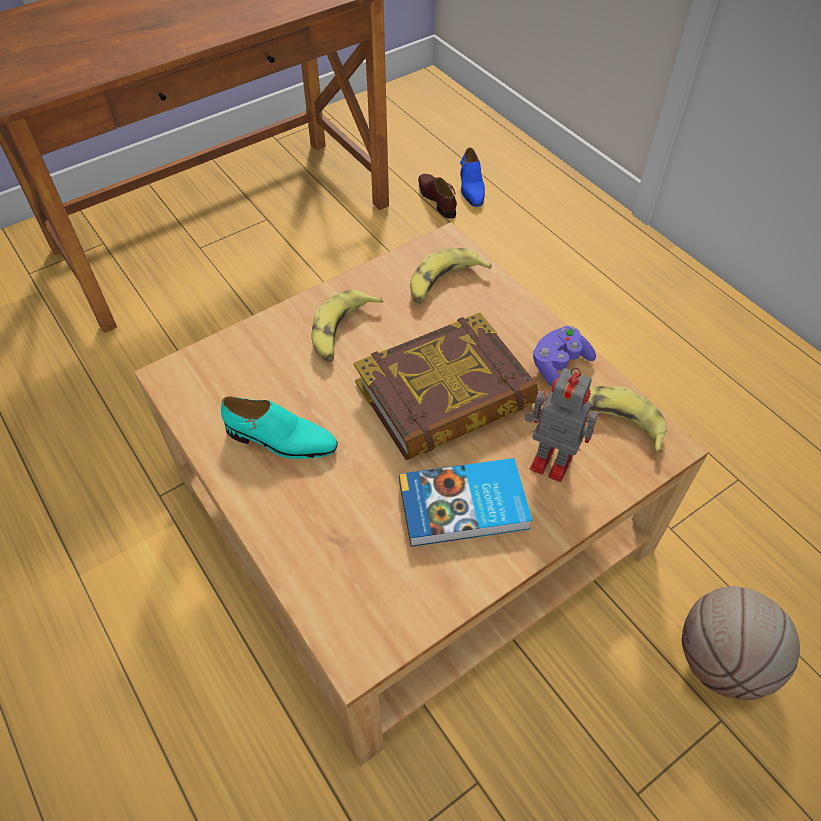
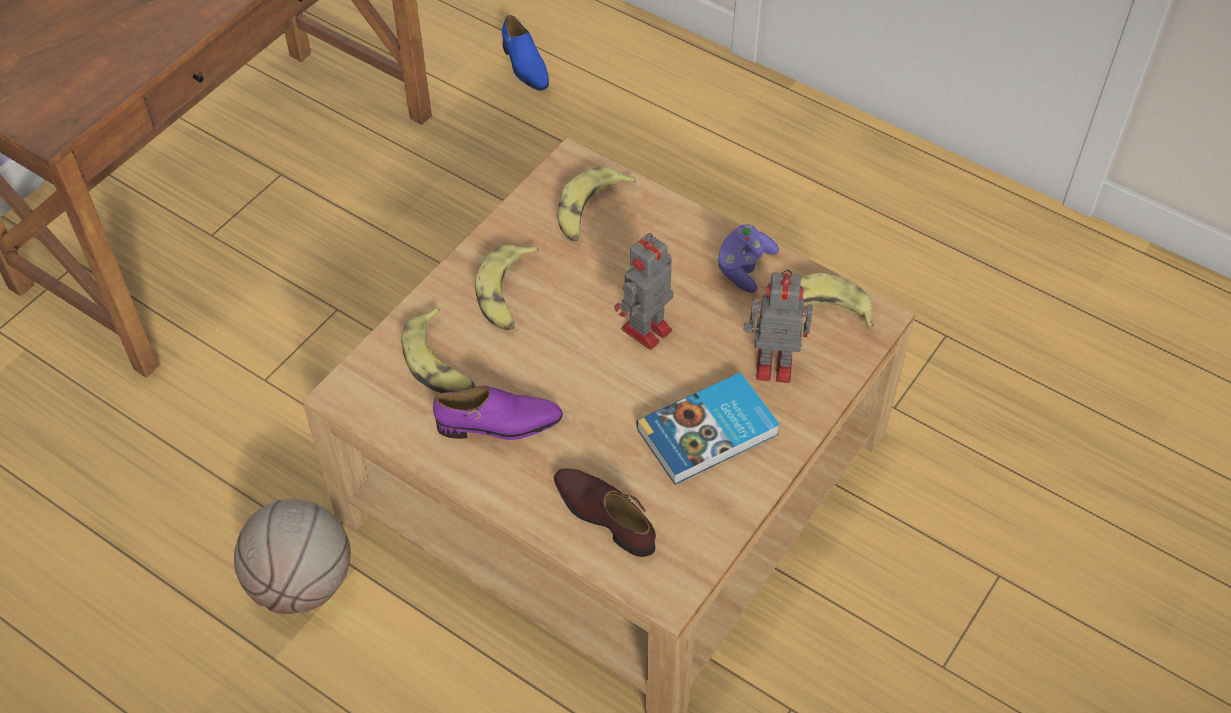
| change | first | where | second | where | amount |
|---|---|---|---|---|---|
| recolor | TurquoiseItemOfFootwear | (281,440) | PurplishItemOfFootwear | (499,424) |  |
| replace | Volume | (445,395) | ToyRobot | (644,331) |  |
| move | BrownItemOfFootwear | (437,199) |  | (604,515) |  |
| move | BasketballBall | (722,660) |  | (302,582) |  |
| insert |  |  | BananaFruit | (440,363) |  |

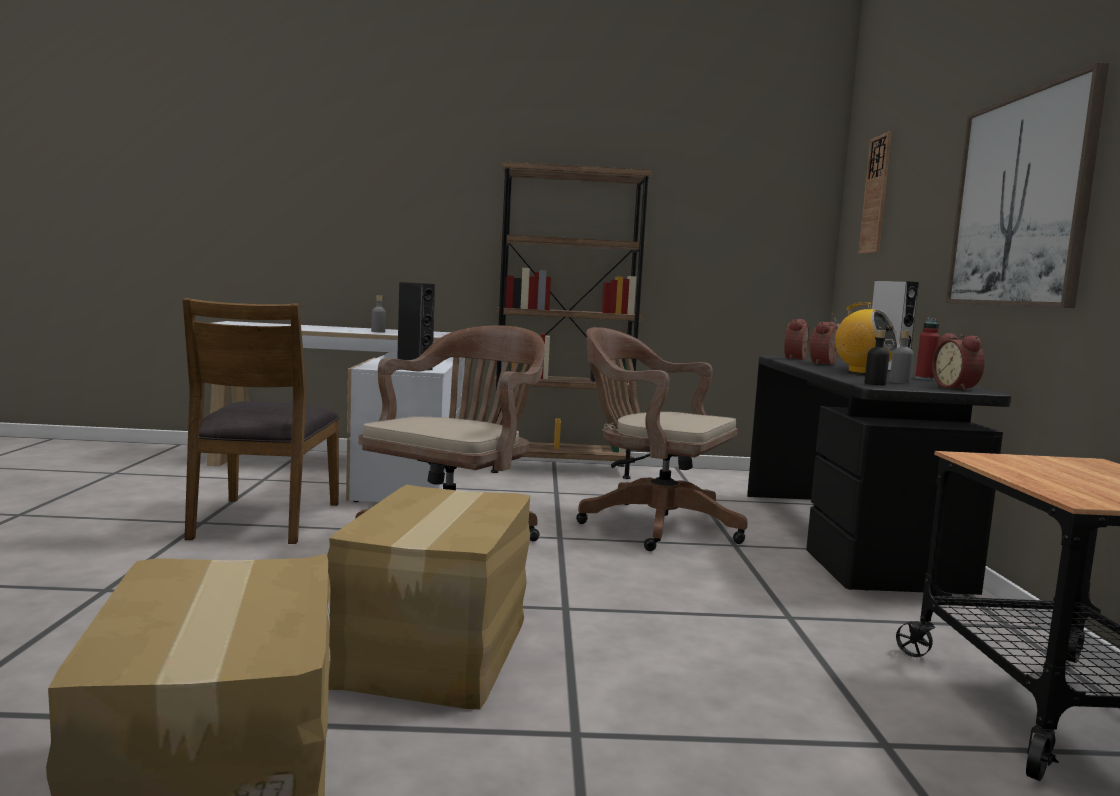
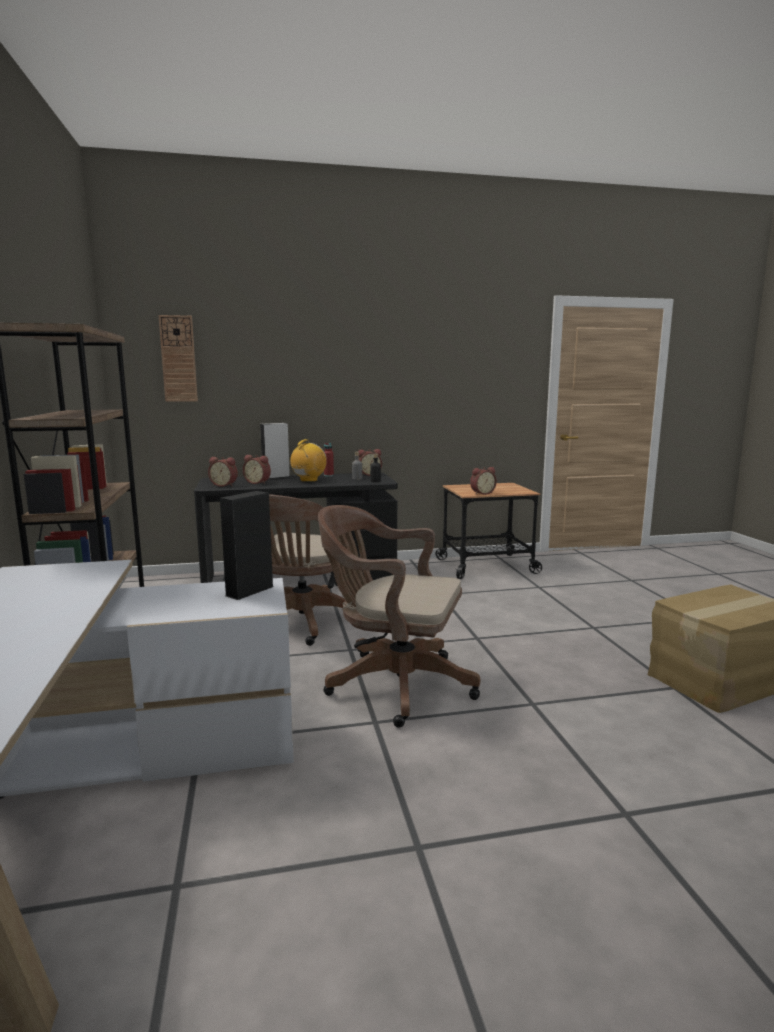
| change | first | where | second | where | amount |
|---|---|---|---|---|---|
| delete | BrownUprightChair | (264,520) |  |  |  |
| delete | Carton | (439,650) |  |  |  |
| delete | GrayDrinkBottle | (378,332) |  |  |  |
| delete | WallPicture | (1020,200) |  |  |  |
| insert |  |  | BedsideClock | (482,493) |  |

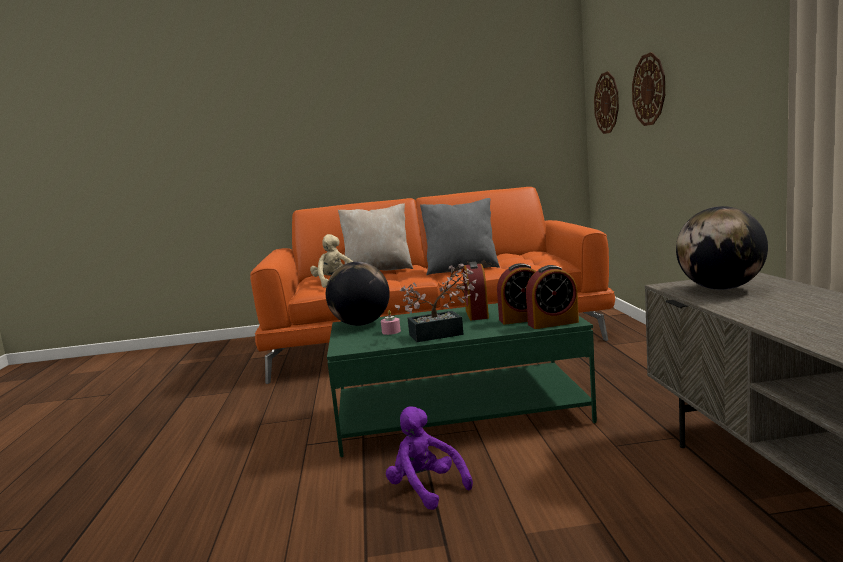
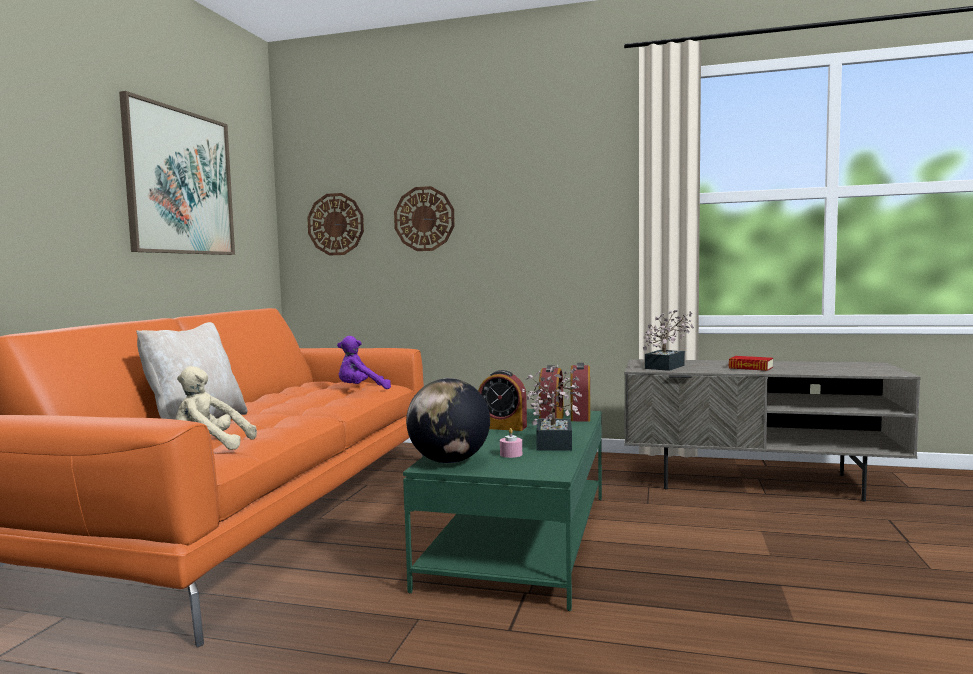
| change | first | where | second | where | amount |
|---|---|---|---|---|---|
| move | PurplishSoftToy | (425,489) |  | (361,390) |  |
| delete | GrayPillow | (461,269) |  |  |  |
| replace | Globe | (720,289) | Houseplant | (667,366) |  |
| insert |  |  | WallPicture | (180,182) |  |
| insert |  |  | Volume | (750,368) |  |

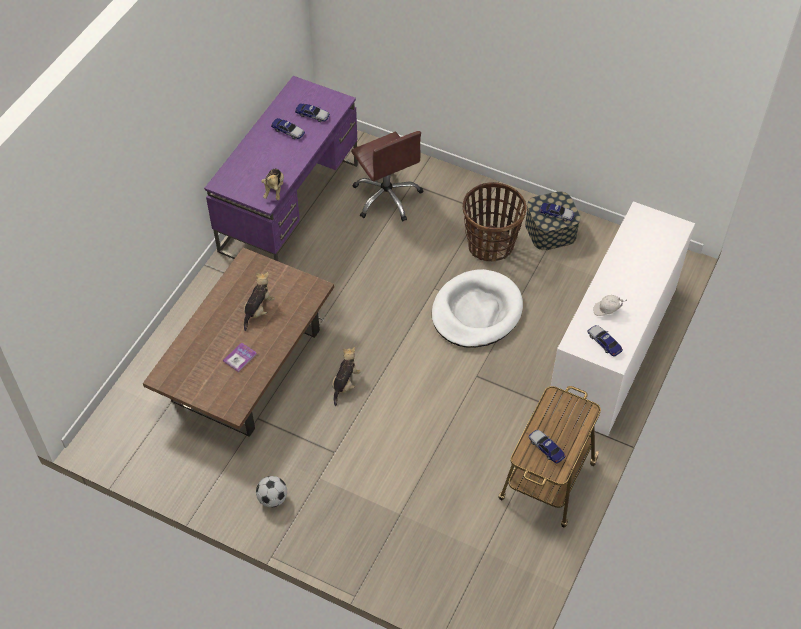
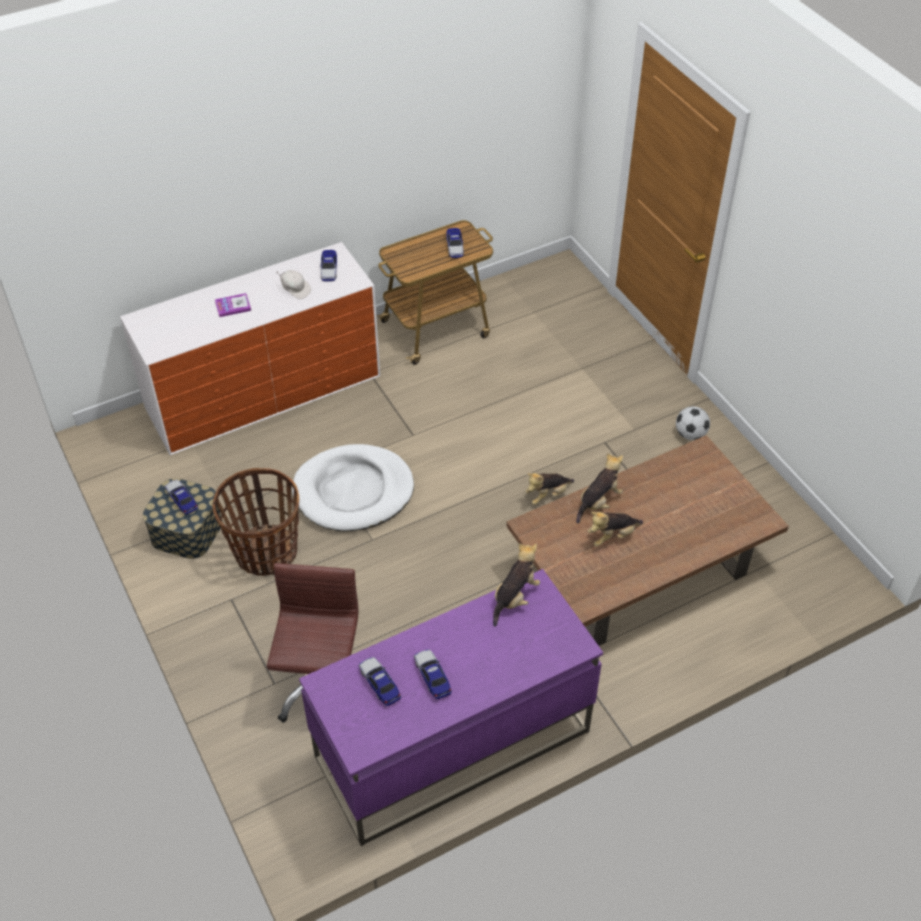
| change | first | where | second | where | amount |
|---|---|---|---|---|---|
| move | Volume | (240,358) |  | (233,306) |  |
| insert |  |  | SoftToy | (598,502) |  |

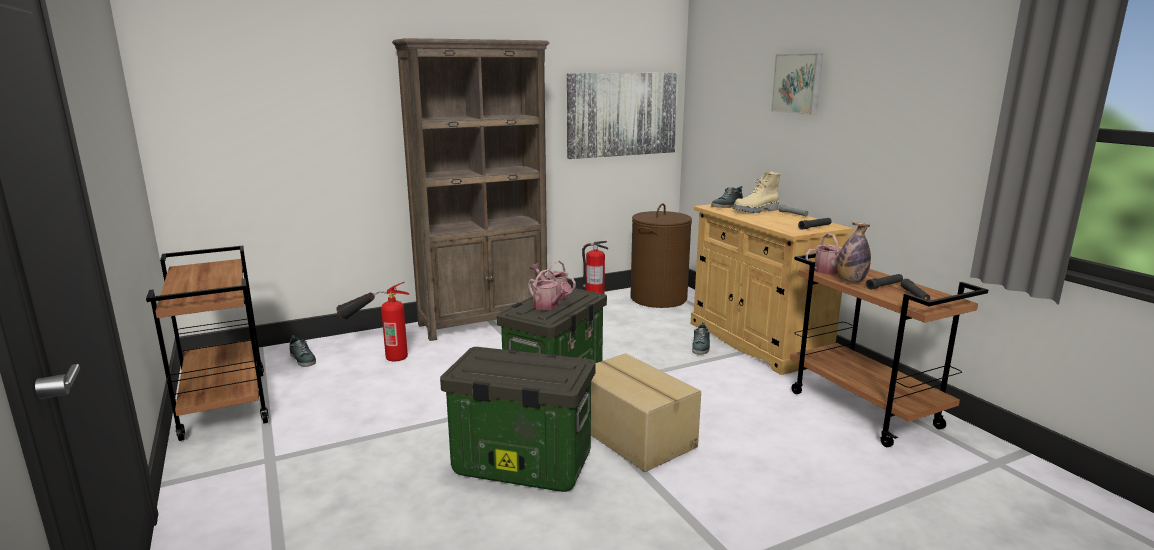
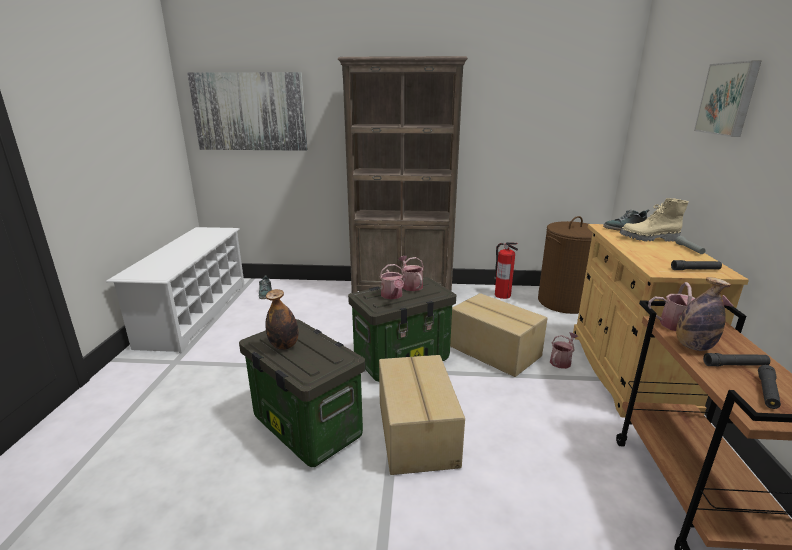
| change | first | where | second | where | amount |
|---|---|---|---|---|---|
| replace | BrownTrolley | (223,404) | WhiteColouredShoeRack | (195,314) |  |
| delete | Extinguisher | (378,355) |  |  |  |
| move | WallPicture | (622,114) |  | (249,112) |  |
| replace | ItemOfFootwear | (701,347) | WateringPot | (561,361) |  |
| insert |  |  | DrinkBottle | (284,346) |  |
| insert |  |  | Carton | (494,351) |  |

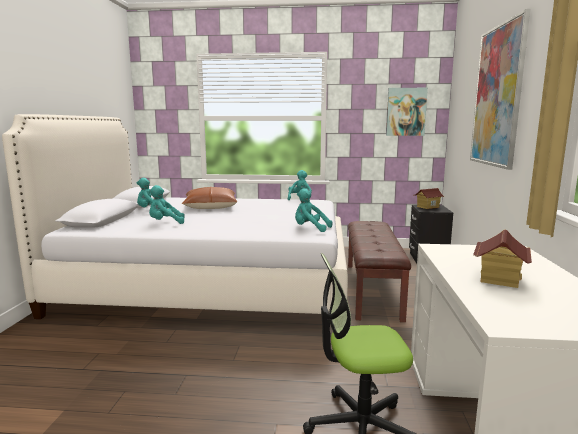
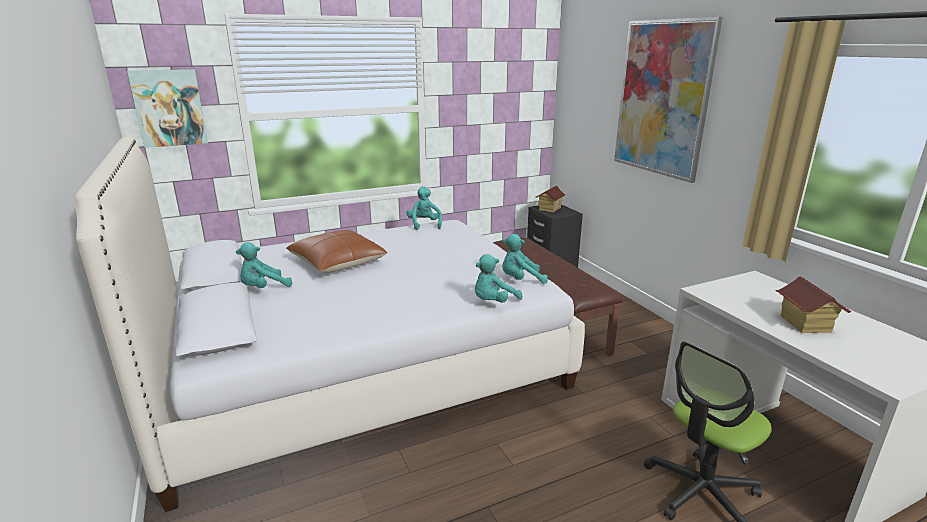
| change | first | where | second | where | amount |
|---|---|---|---|---|---|
| move | TurquoiseSoftToy | (165,223) |  | (493,302) |  |
| move | WallPicture | (406,112) |  | (169,108) |  |

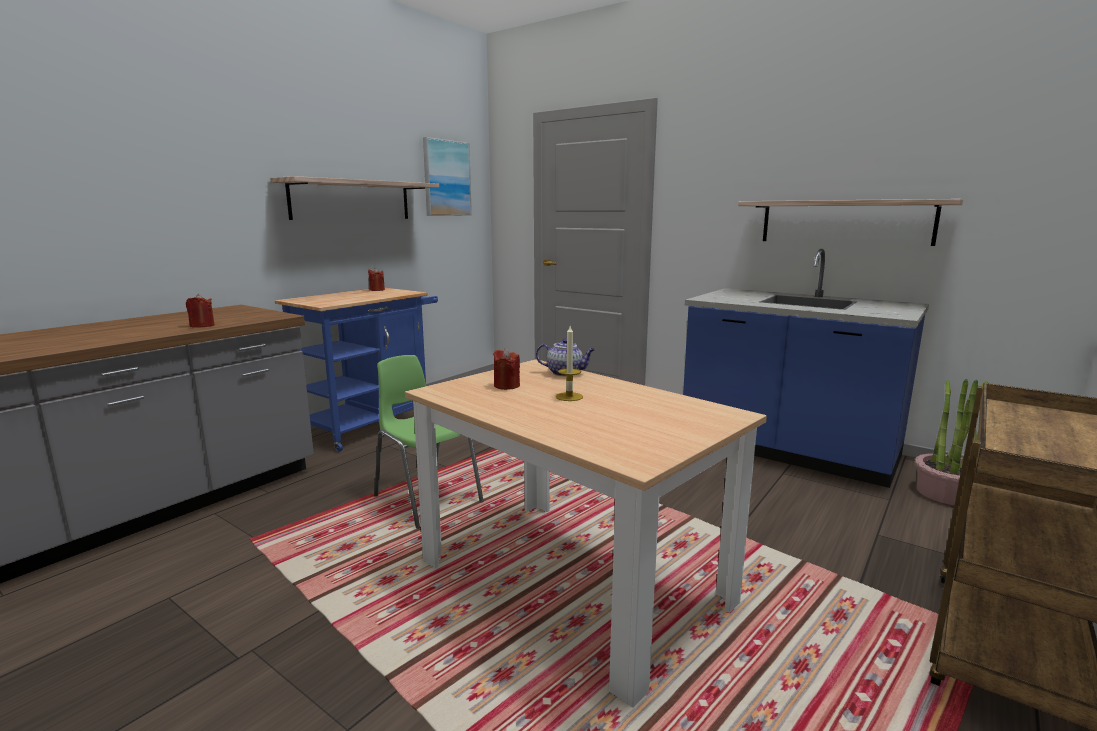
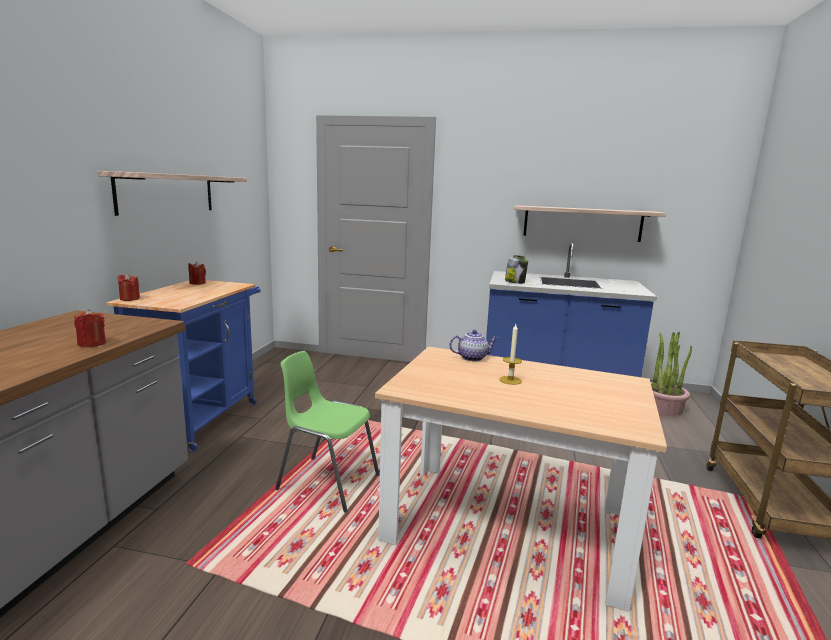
| change | first | where | second | where | amount |
|---|---|---|---|---|---|
| delete | WallPicture | (446,178) |  |  |  |
| move | ReddishWaxCandle | (506,386) |  | (130,299) |  |
| insert |  |  | Jar | (515,282) |  |

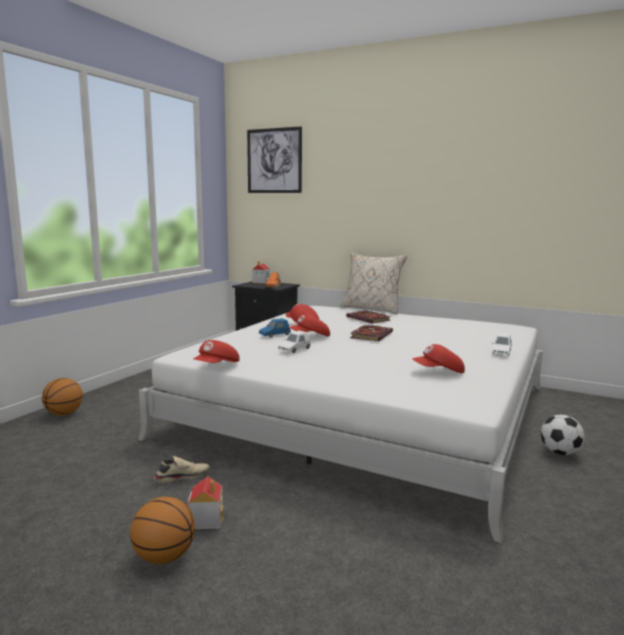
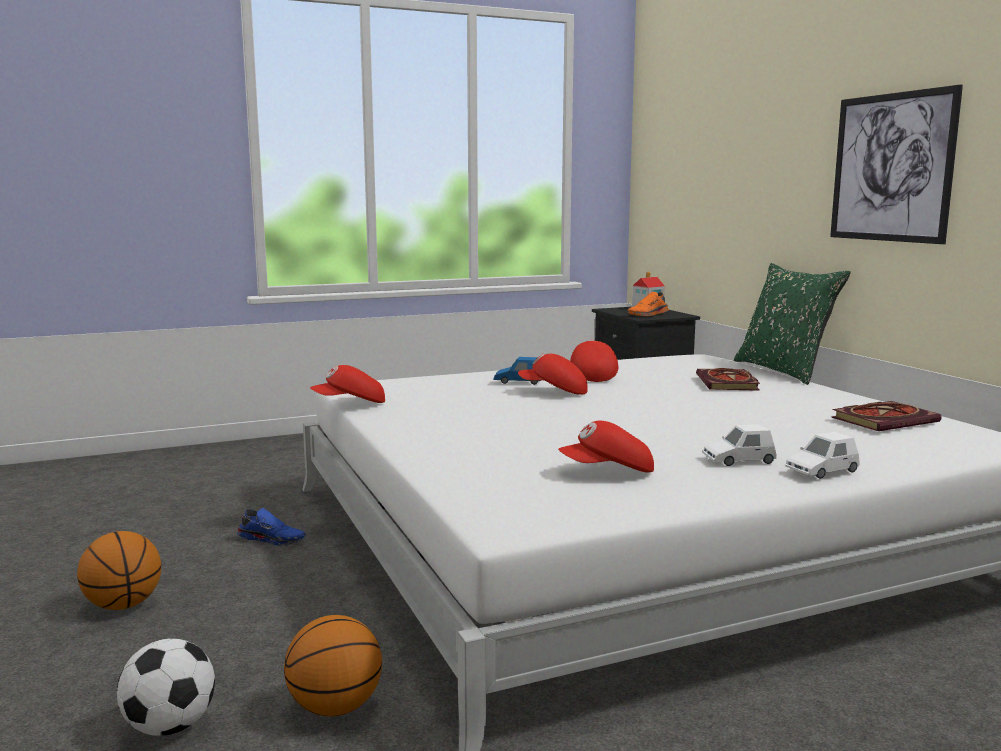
| change | first | where | second | where | amount |
|---|---|---|---|---|---|
| move | BasketballBall | (64,414) |  | (334,707) |  |
| recolor | BeigeItemOfFootwear | (182,476) | BlueColouredItemOfFootwear | (272,539) |  |
| delete | ModelHouse | (206,519) |  |  |  |
| move | WallPicture | (274,161) |  | (891,167) |  |
| move | WhiteColouredMiniatureCar | (294,349) |  | (739,460) |  |
| recolor | BeigePillow | (371,309) | GreenPillow | (784,371) |  |
| move | Volume | (371,335) |  | (885,420) |  |
| rotate | ReddishBaseballCap | (439,372) |  | (608,472) | 45 degrees counterclockwise |
| move | Football | (560,452) |  | (170,727) |  |

